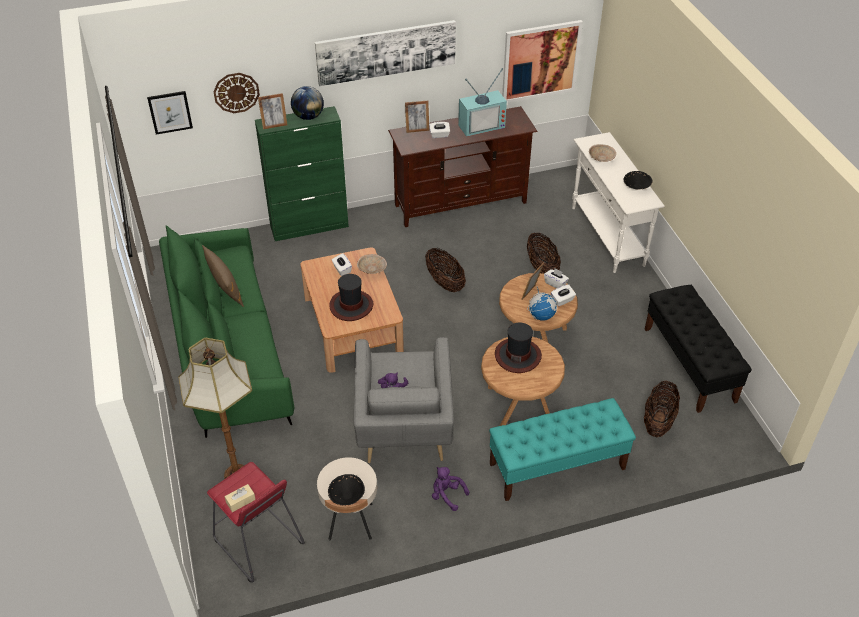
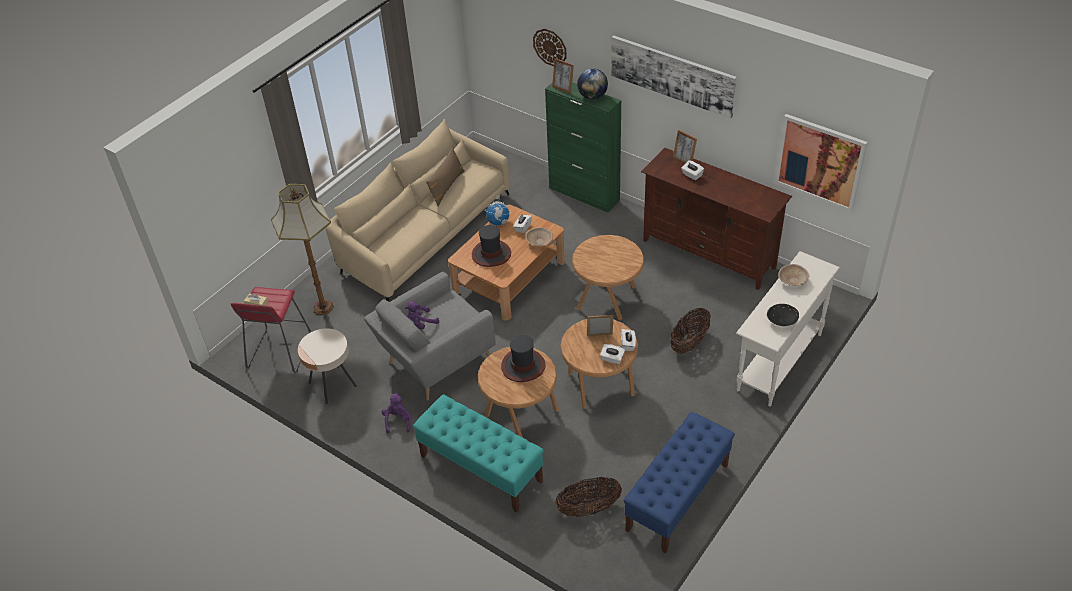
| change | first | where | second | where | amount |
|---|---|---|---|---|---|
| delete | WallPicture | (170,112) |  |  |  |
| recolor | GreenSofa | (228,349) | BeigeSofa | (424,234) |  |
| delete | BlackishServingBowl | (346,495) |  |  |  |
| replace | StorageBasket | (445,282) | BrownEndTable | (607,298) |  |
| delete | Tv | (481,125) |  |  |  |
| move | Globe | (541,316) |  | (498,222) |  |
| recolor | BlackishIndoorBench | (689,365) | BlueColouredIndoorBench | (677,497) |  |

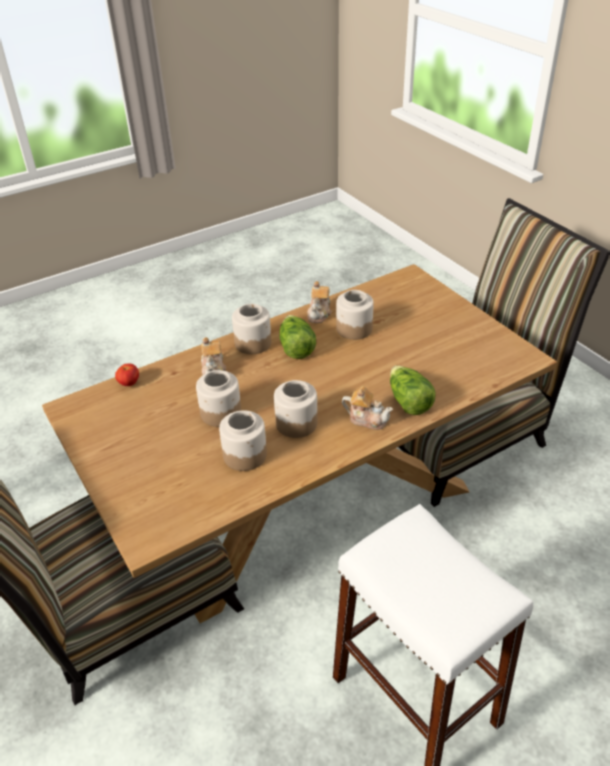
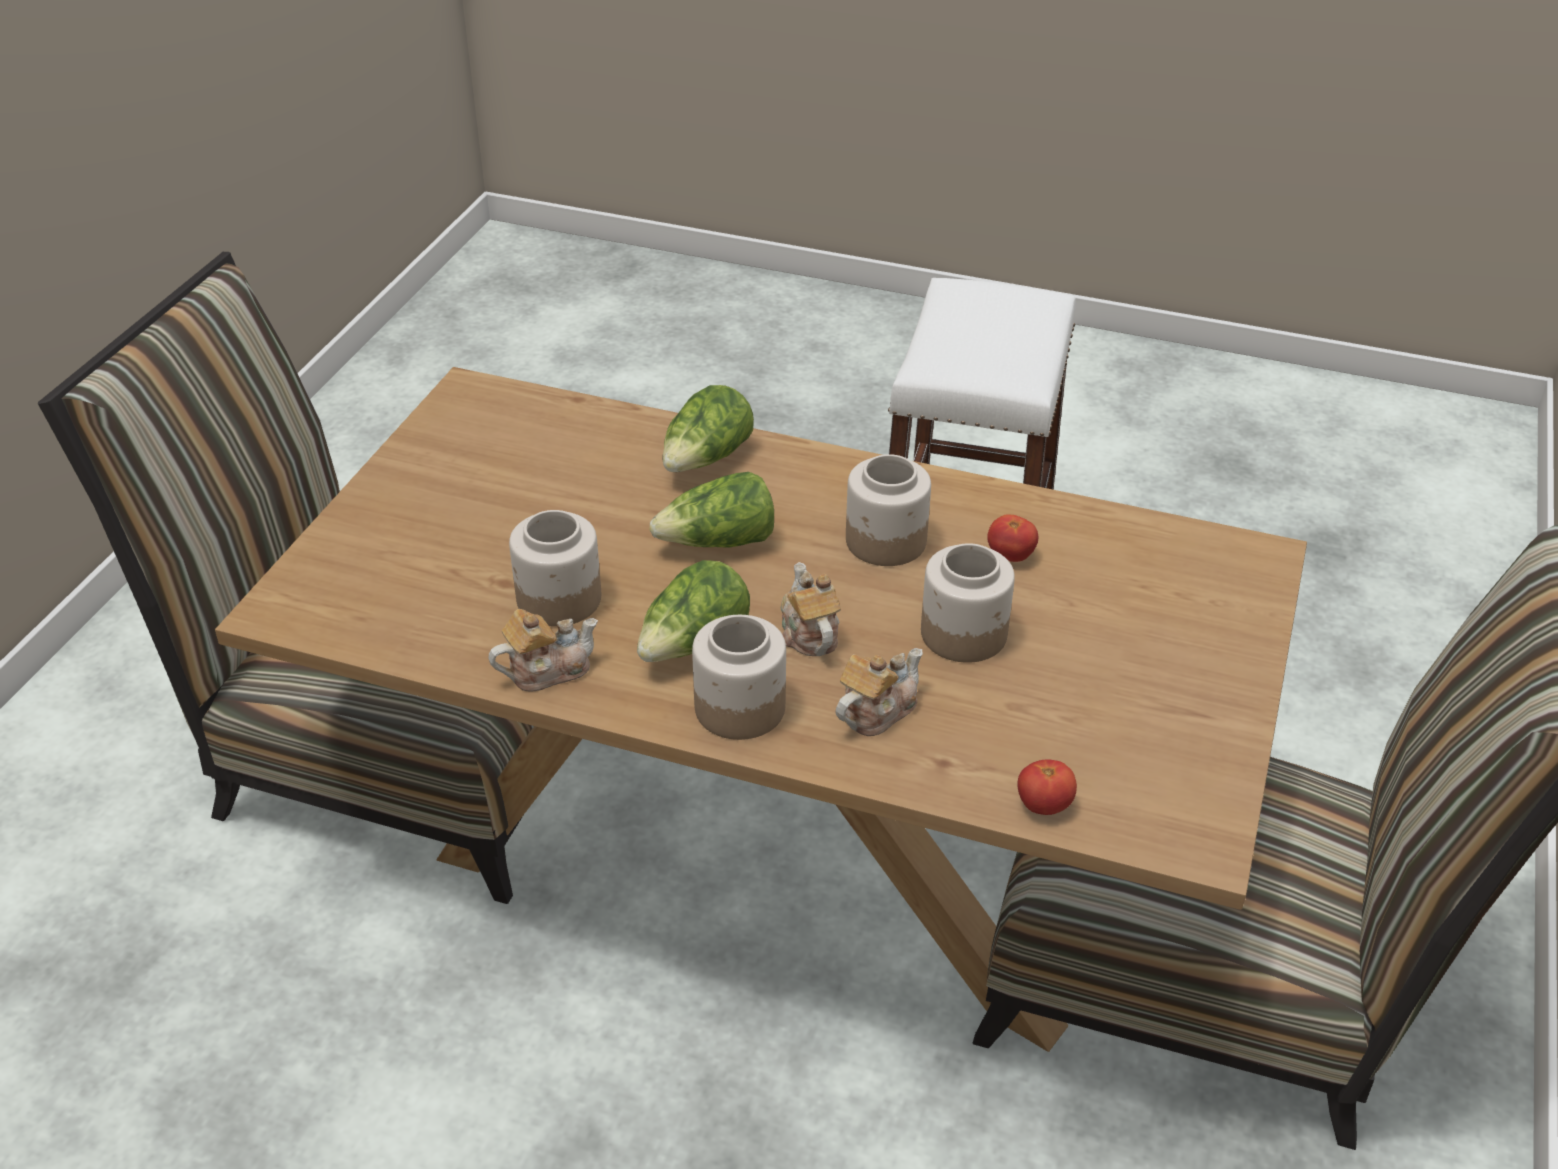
| change | first | where | second | where | amount |
|---|---|---|---|---|---|
| replace | Jar | (245,455) | FreshTomato | (1010,556) |  |
| move | PotForTea | (367,419) |  | (808,634) |  |
| insert |  |  | Lettuce | (719,543) |  |

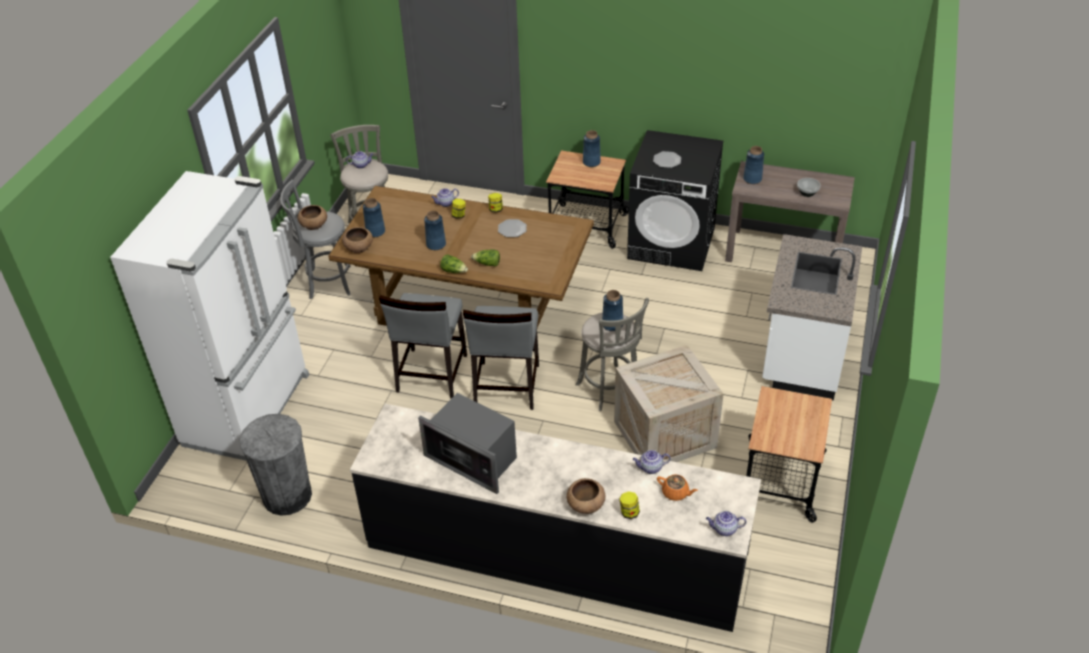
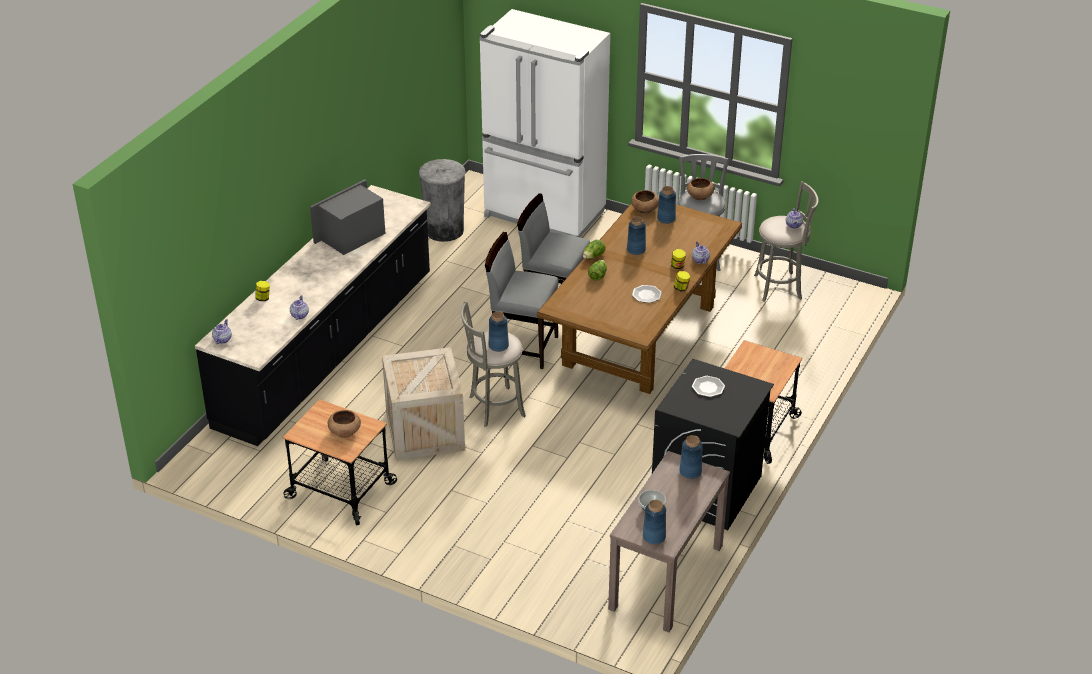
| change | first | where | second | where | amount |
|---|---|---|---|---|---|
| move | BrownServingBowl | (585,505) |  | (344,431) |  |
| move | BlueColouredVase | (591,162) |  | (654,537) |  |
| delete | OrangeyPotForTea | (675,493) |  |  |  |
| delete | WhiteColouredKitchenCounter | (801,355) |  |  |  |

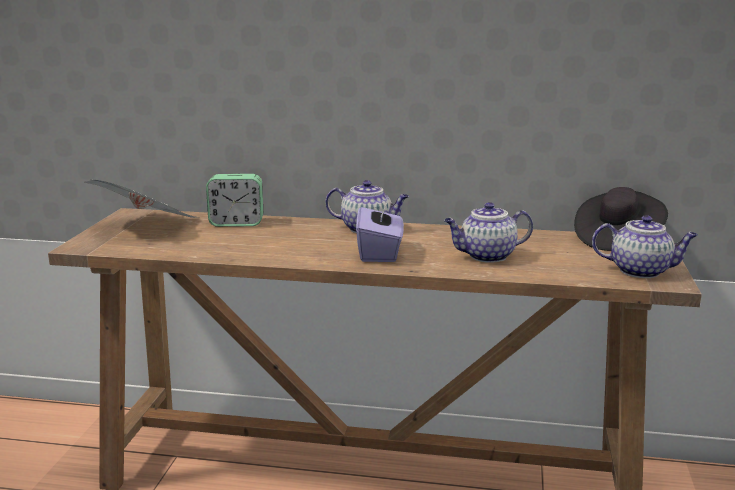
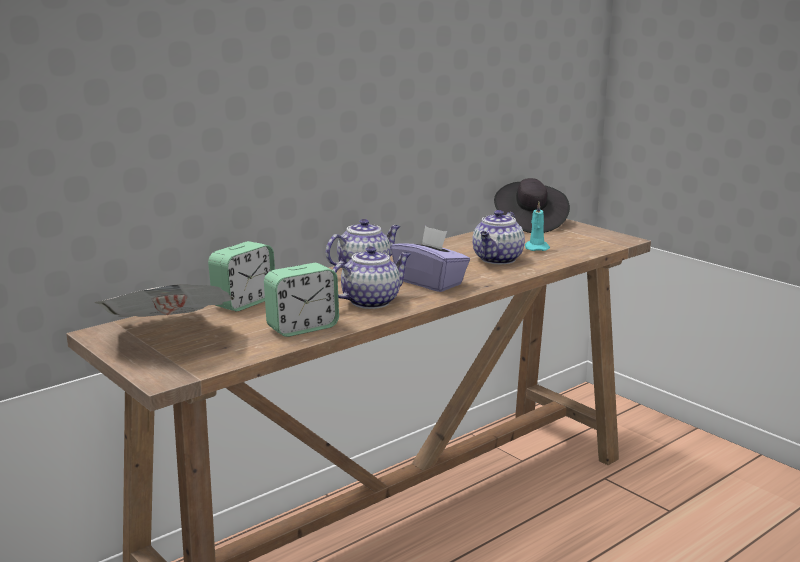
| change | first | where | second | where | amount |
|---|---|---|---|---|---|
| move | PotForTea | (641,271) |  | (371,301) |  |
| insert |  |  | BedsideClock | (302,328) |  |
| insert |  |  | TurquoiseWaxCandle | (536,248) |  |

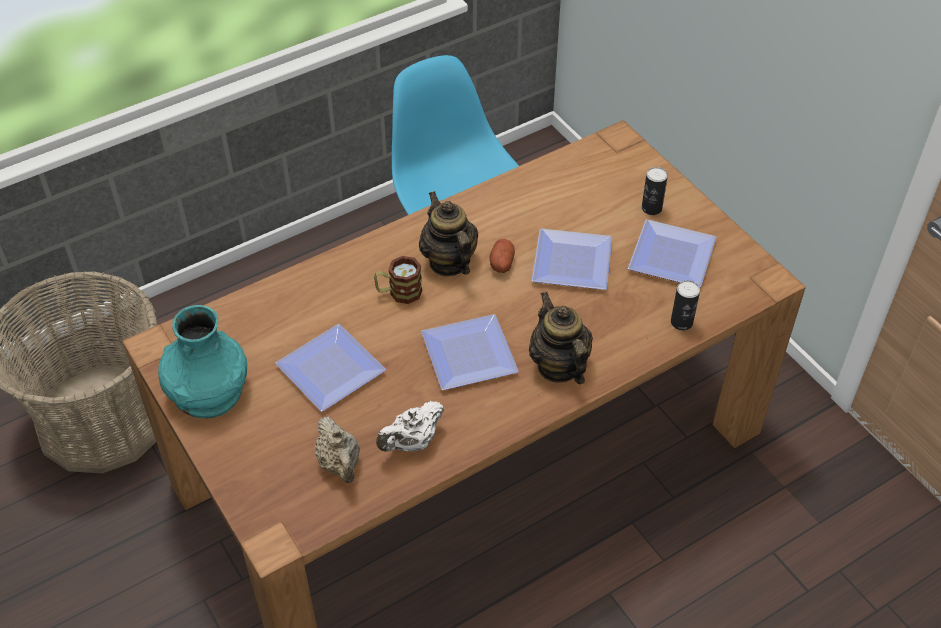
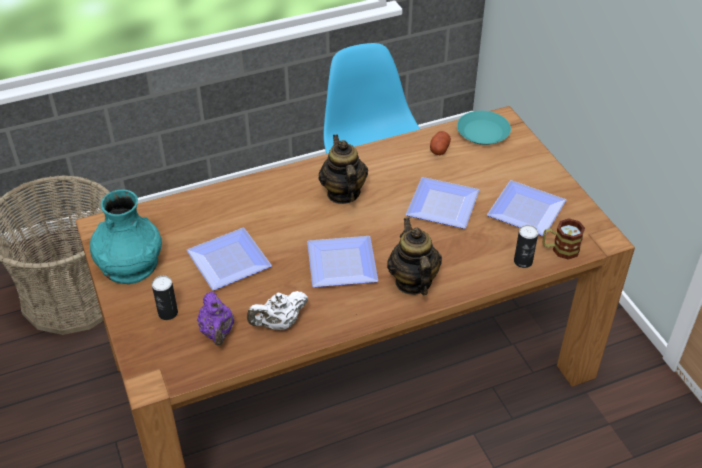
| change | first | where | second | where | amount |
|---|---|---|---|---|---|
| recolor | BeigePotForTea | (340,464) | PurplishPotForTea | (217,332) |  |
| move | CoffeeMug | (398,292) |  | (560,249) |  |
| move | WholePotato | (501,262) |  | (439,149) |  |
| move | SealedCan | (651,208) |  | (168,313) |  |
| insert |  |  | TurquoiseDinnerPlate | (483,132) |  |

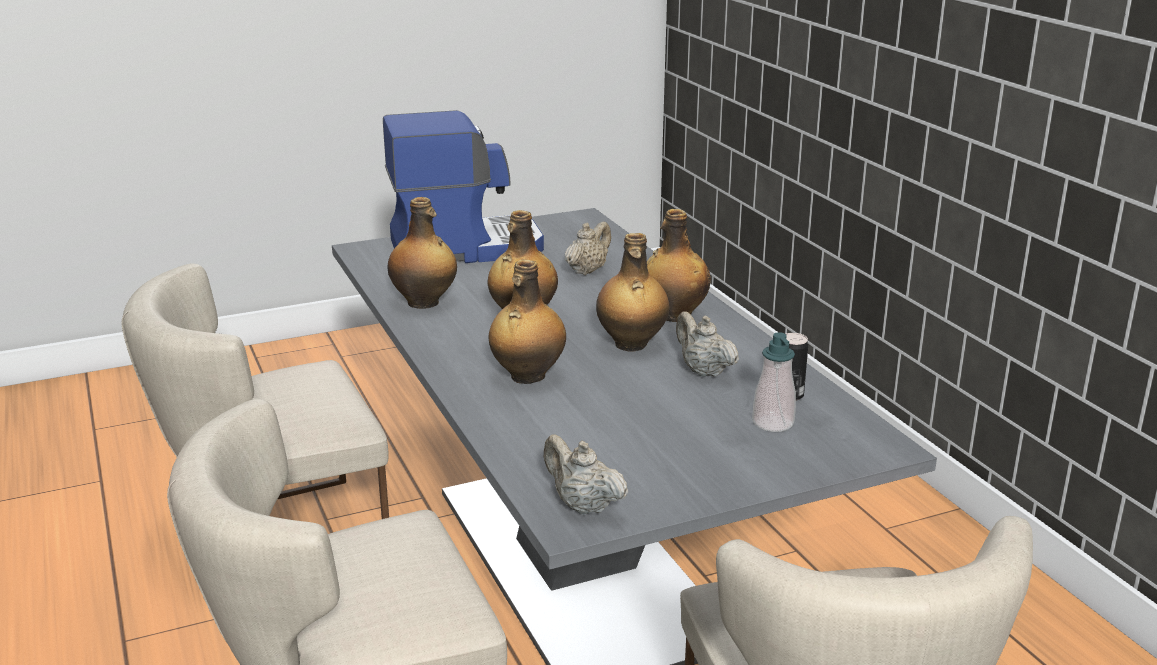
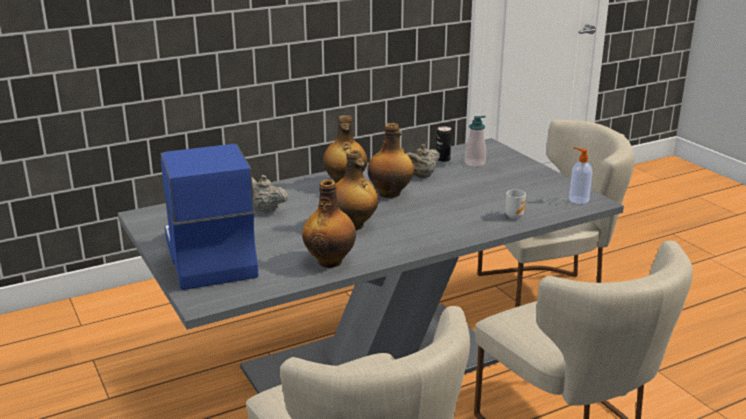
| change | first | where | second | where | amount |
|---|---|---|---|---|---|
| delete | DrinkBottle | (527,376) |  |  |  |
| replace | BeigePotForTea | (583,505) | SoapBottle | (578,200) |  |
| insert |  |  | CoffeeMug | (514,216) |  |

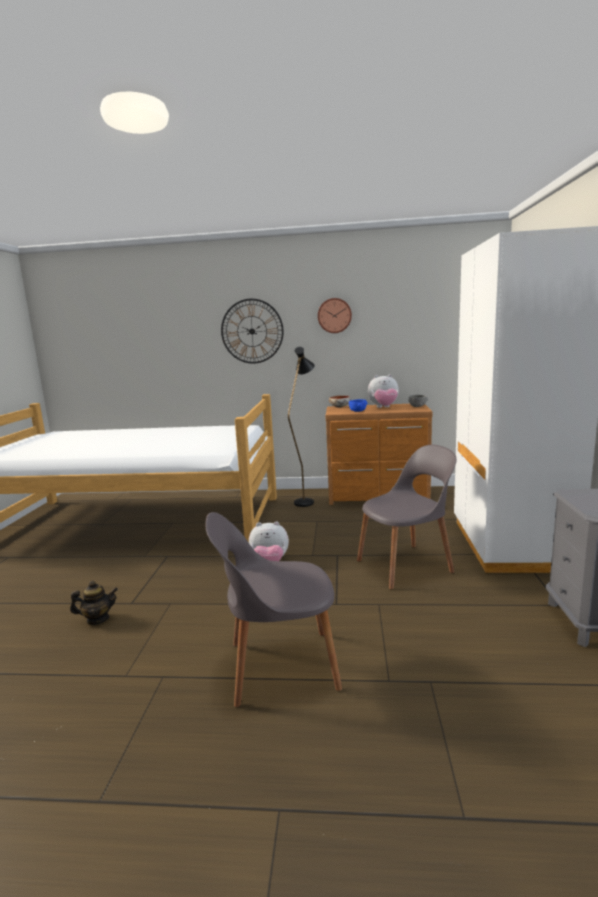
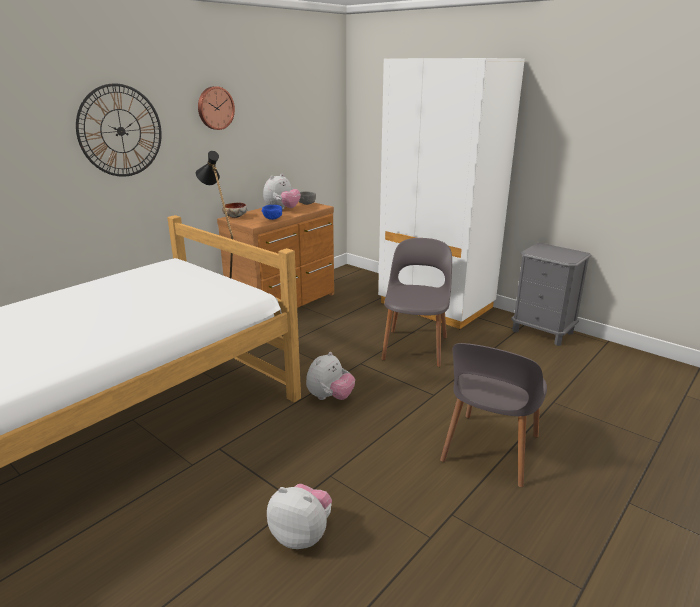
| change | first | where | second | where | amount |
|---|---|---|---|---|---|
| replace | PotForTea | (98,619) | SoftToy | (302,535) |  |

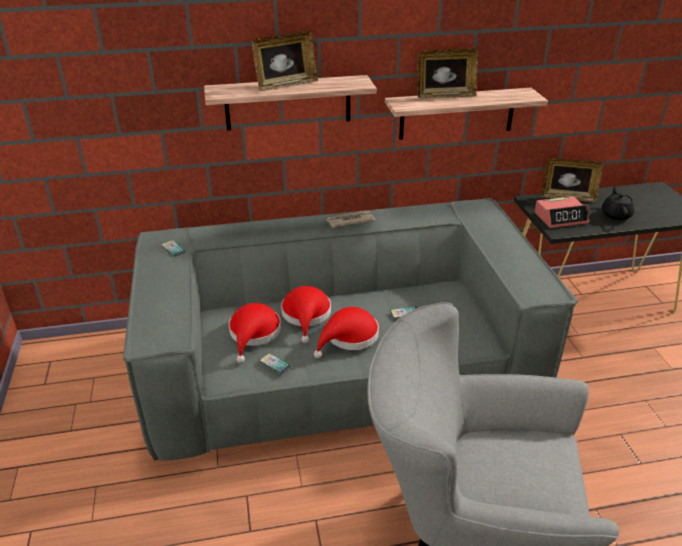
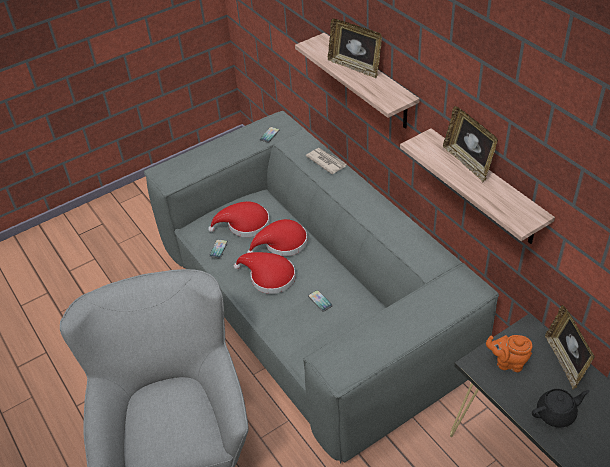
| change | first | where | second | where | amount |
|---|---|---|---|---|---|
| move | DailyPaper | (349,220) |  | (326,162) |  |
| replace | BedsideClock | (561,218) | OrangeyPotForTea | (508,362) |  |

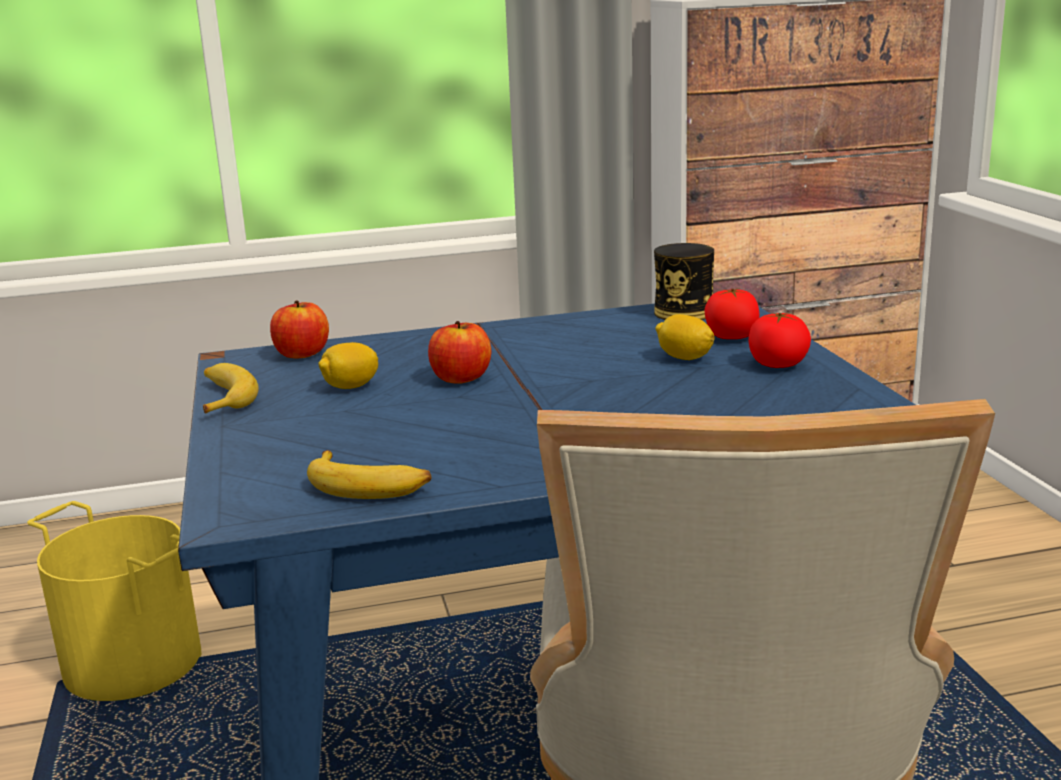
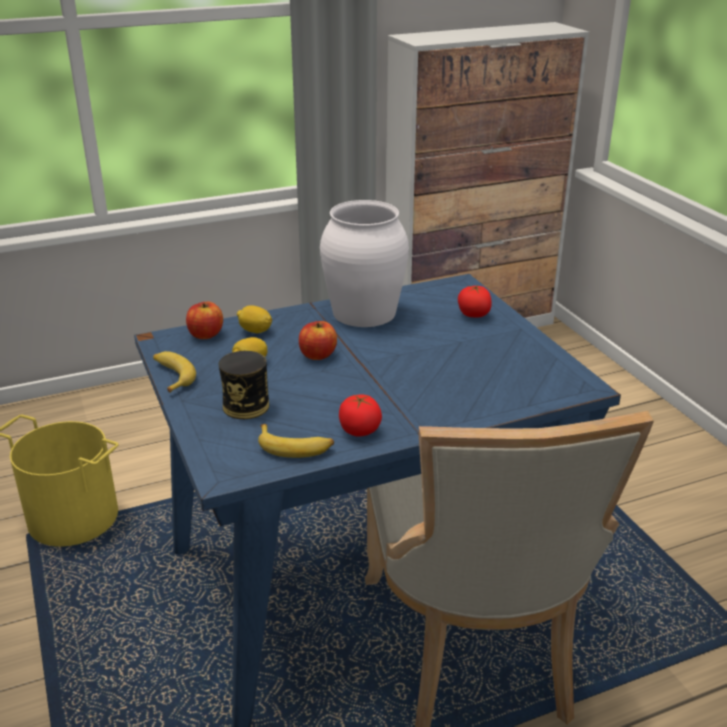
| change | first | where | second | where | amount |
|---|---|---|---|---|---|
| move | SealedCan | (683,313) |  | (246,406) |  |
| move | CitrusFruit | (684,358) |  | (255,331) |  |
| move | FreshTomato | (777,364) |  | (359,430) |  |
| insert |  |  | WhiteColouredVase | (364,312) |  |

